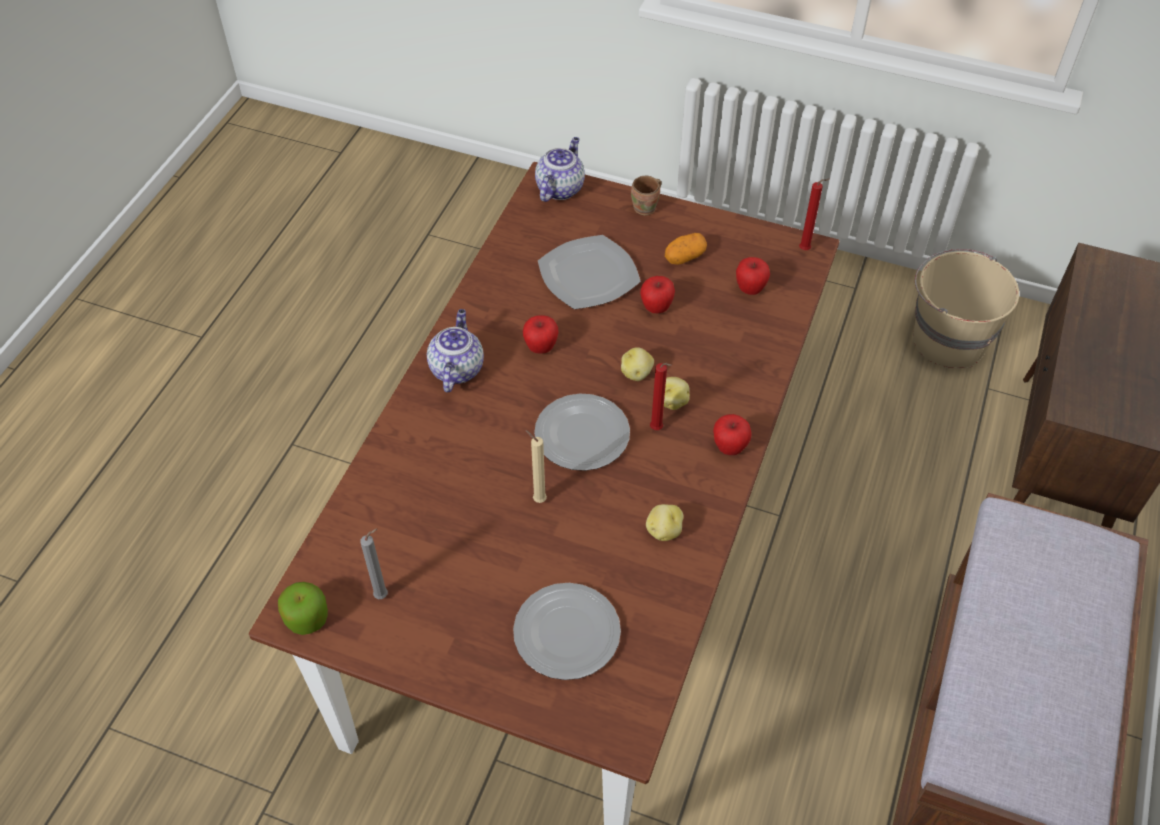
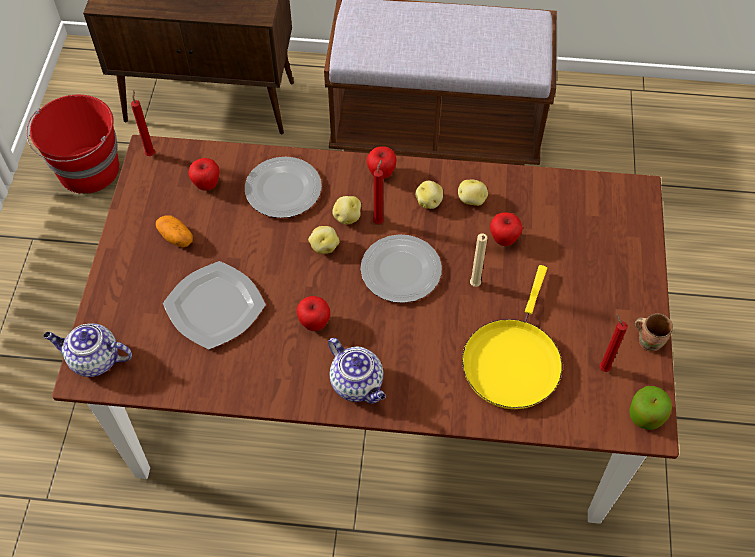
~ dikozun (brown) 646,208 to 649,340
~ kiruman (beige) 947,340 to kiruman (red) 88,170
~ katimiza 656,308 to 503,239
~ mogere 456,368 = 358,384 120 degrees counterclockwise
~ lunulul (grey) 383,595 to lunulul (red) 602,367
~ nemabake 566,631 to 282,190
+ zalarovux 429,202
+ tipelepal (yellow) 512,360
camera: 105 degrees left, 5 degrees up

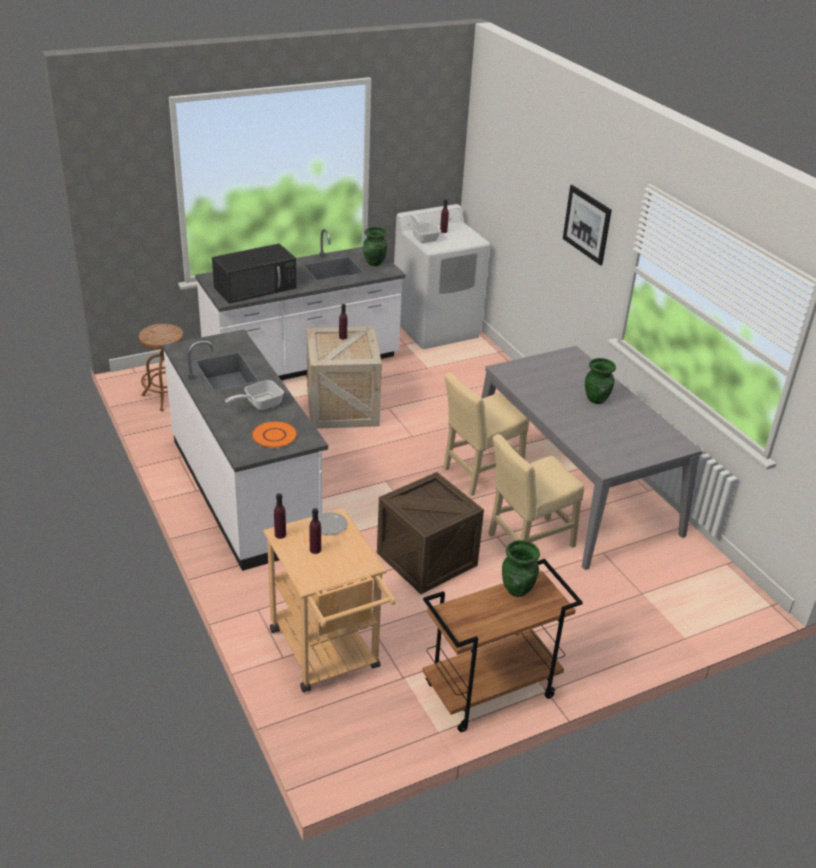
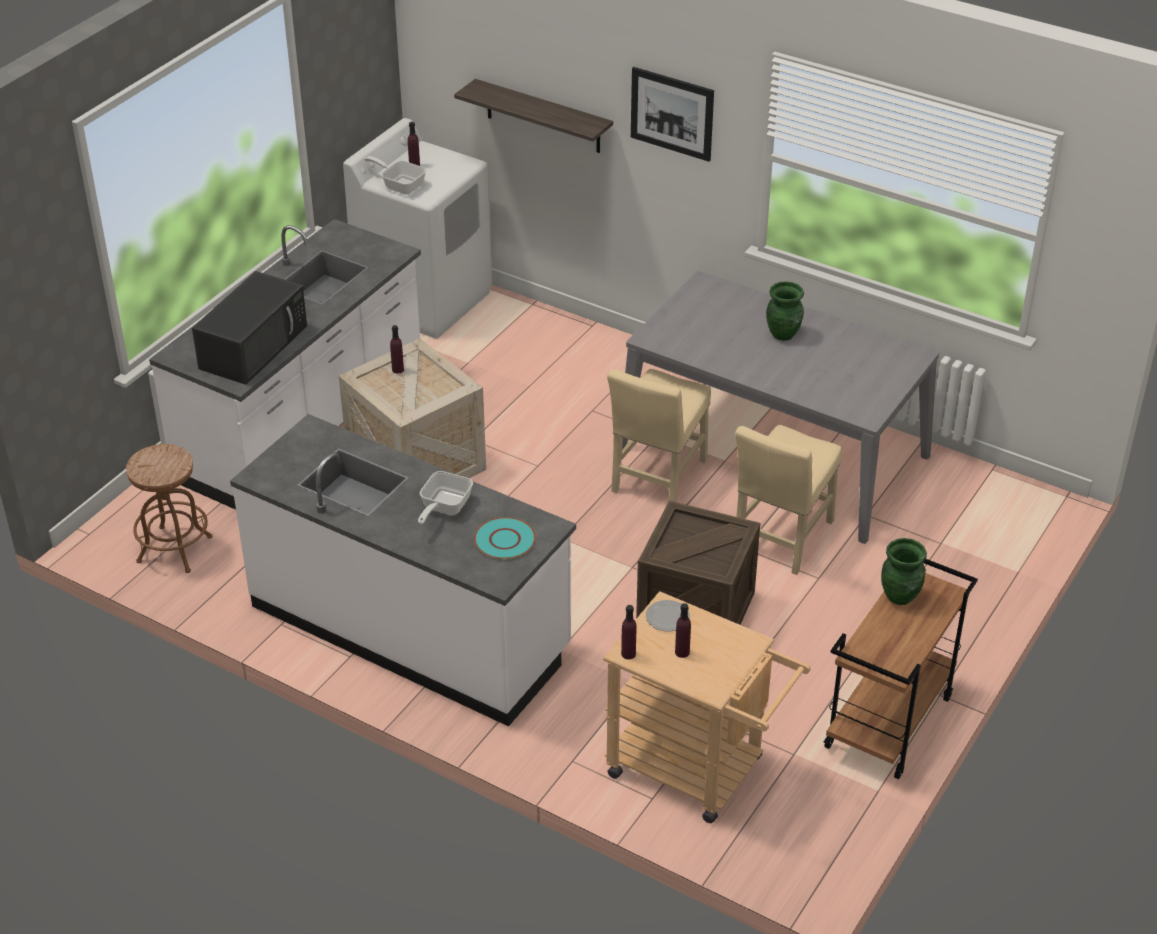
- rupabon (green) 374,263
~ nemabake (orange) 274,436 to nemabake (turquoise) 505,540
+ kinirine 543,117
camera: 30 degrees left, 5 degrees up

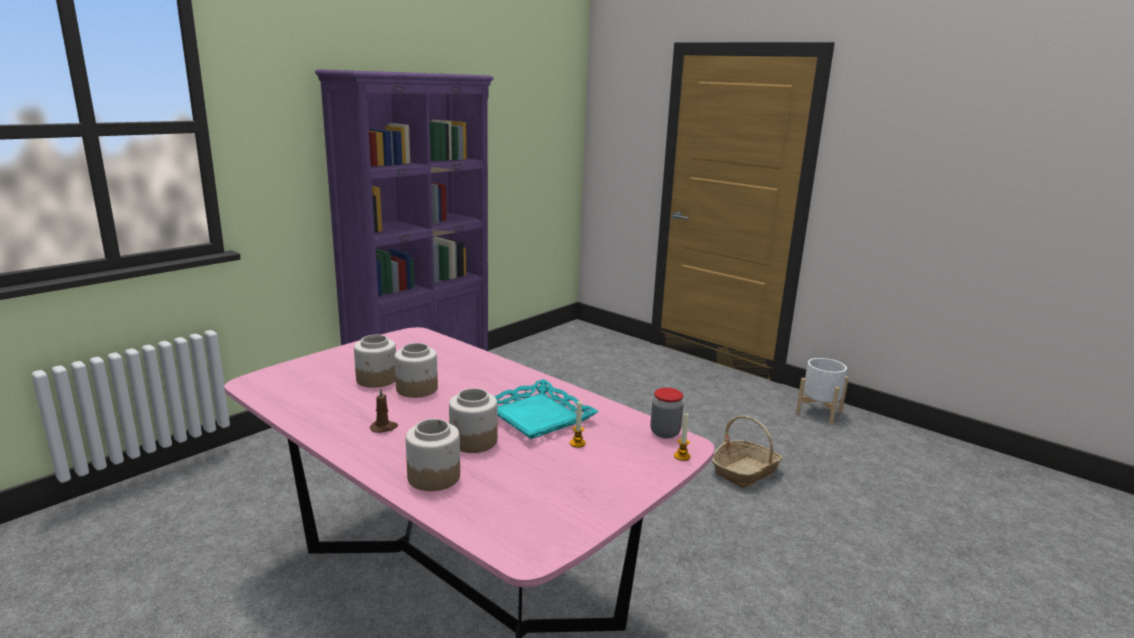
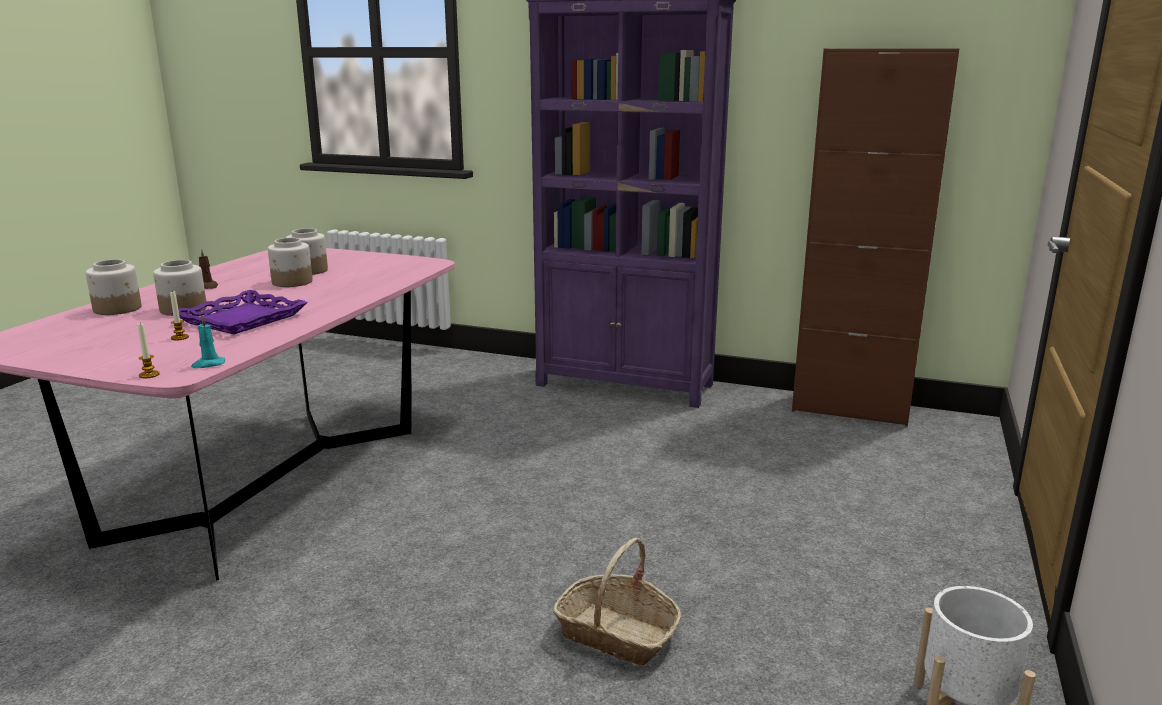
~ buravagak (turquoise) 536,416 to buravagak (purple) 241,319
~ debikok 665,433 to lunulul (turquoise) 208,364
+ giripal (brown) 850,409
camera: 70 degrees right, 0 degrees up

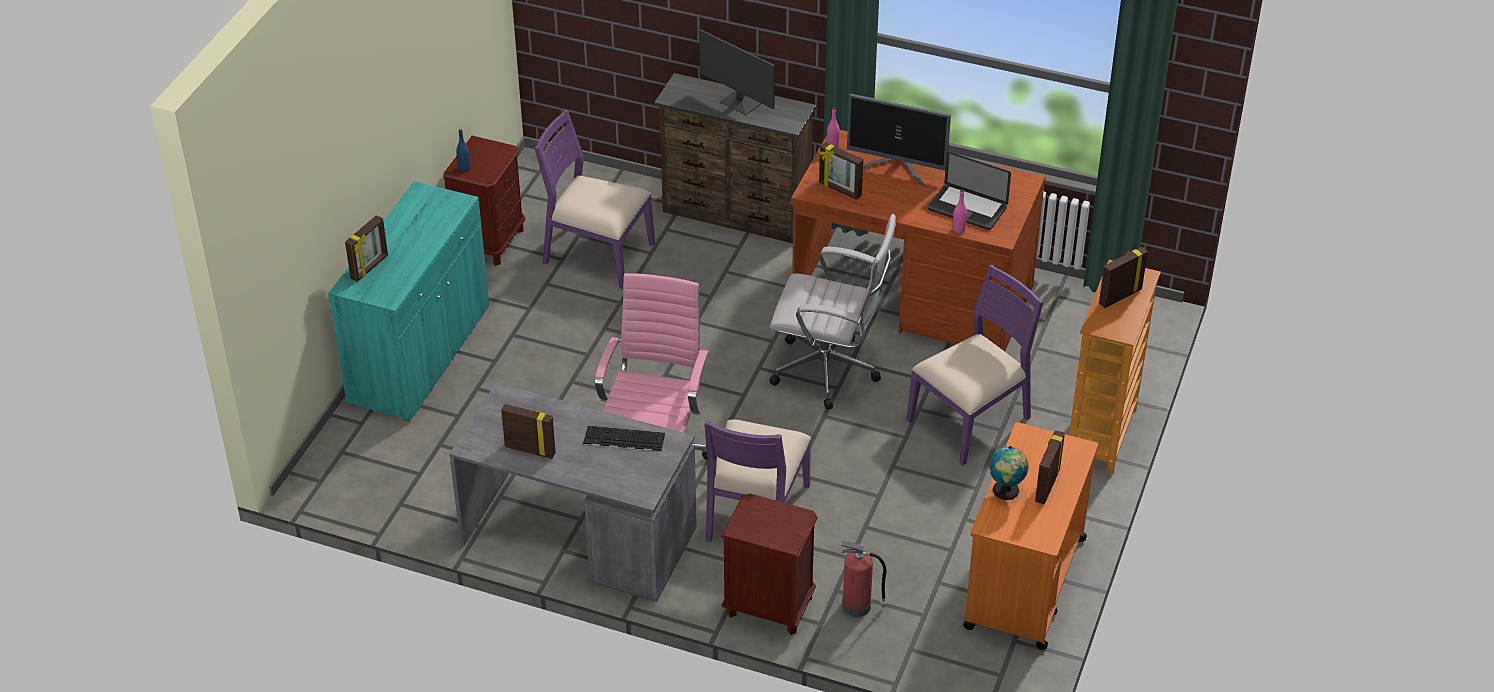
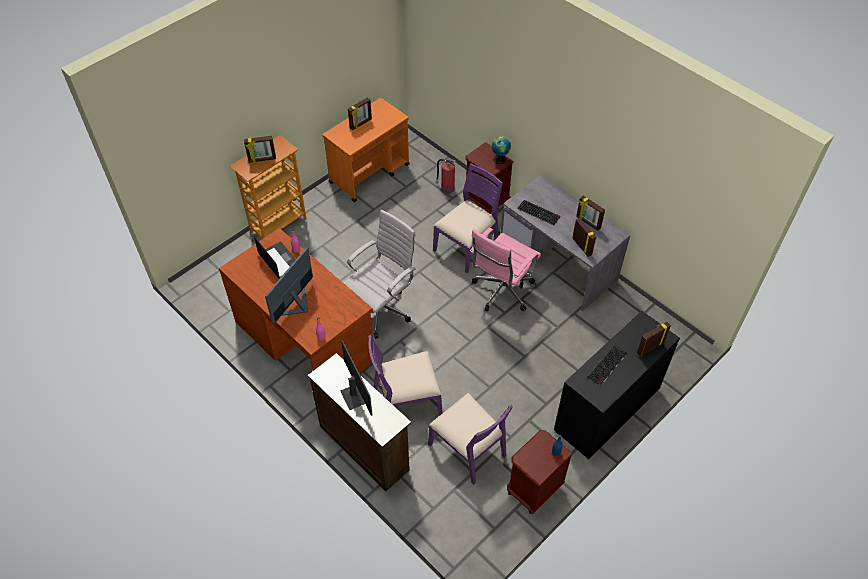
~ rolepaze 897,168 = 296,305 105 degrees counterclockwise
~ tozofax 839,190 to 582,246
~ giripal (turquoise) 420,355 to giripal (black) 607,409
~ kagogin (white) 830,372 = 382,309 90 degrees clockwise
~ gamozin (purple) 971,420 to 406,400
~ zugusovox 1006,492 to 500,158
+ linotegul 607,366
camera: 155 degrees left, 10 degrees up

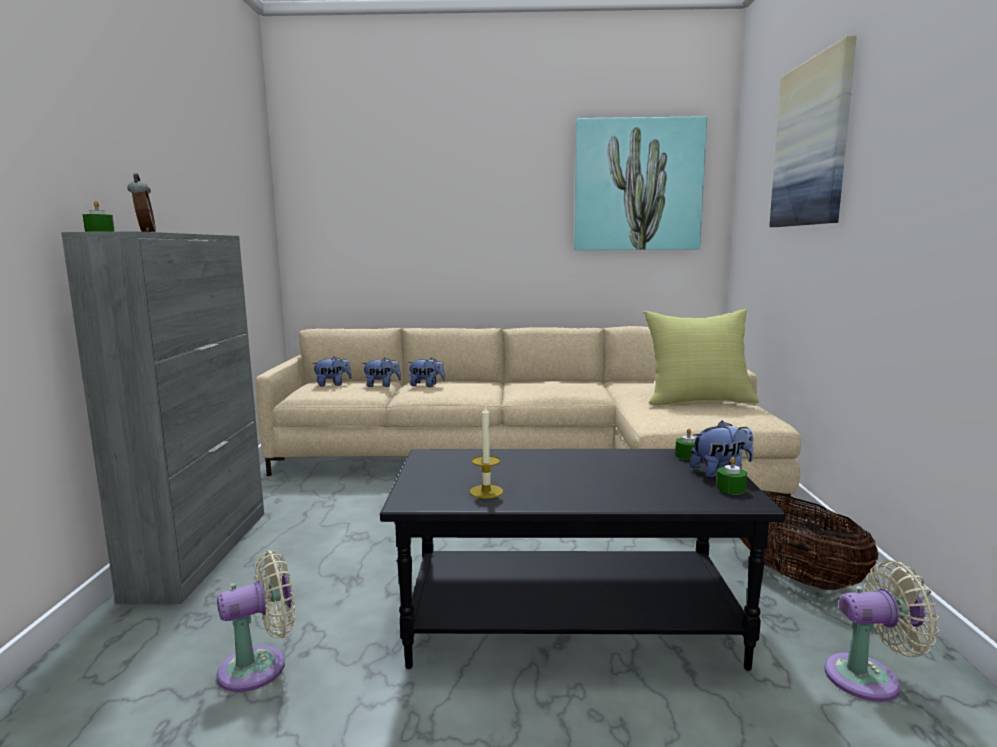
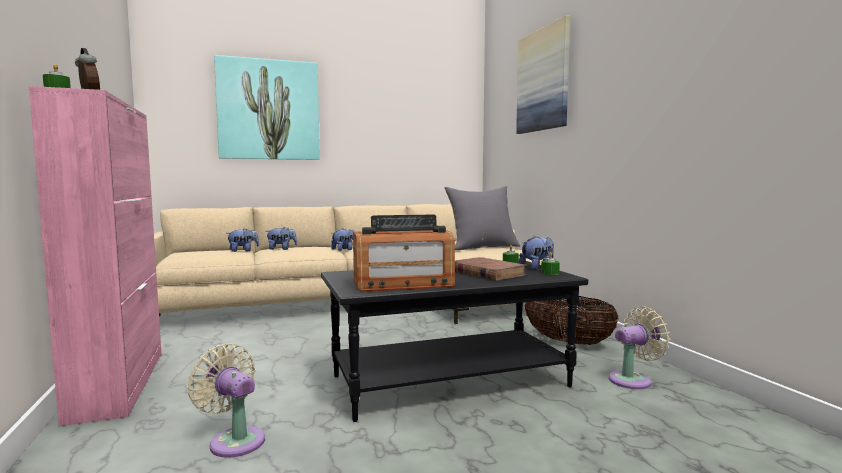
~ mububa 637,185 to 269,110
~ giripal (grey) 201,552 to giripal (pink) 119,383
~ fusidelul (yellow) 698,400 to fusidelul (grey) 482,247
~ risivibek 333,384 to 344,250
~ lunulul 486,491 to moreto 403,284
~ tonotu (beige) 260,667 = 234,440 90 degrees counterclockwise
+ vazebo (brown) 487,273
camera: 20 degrees left, 5 degrees down

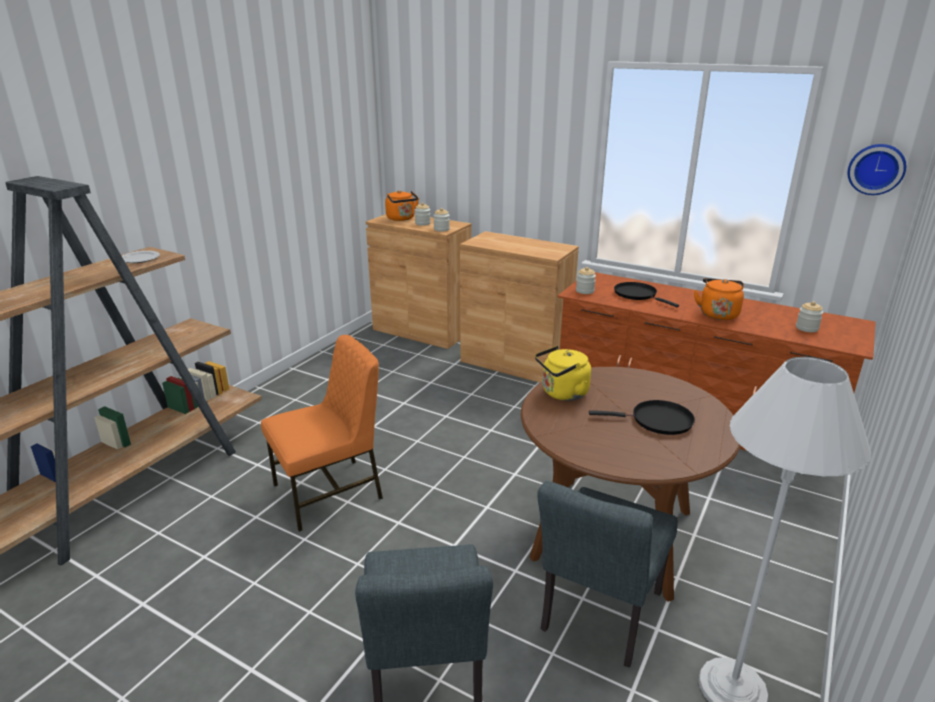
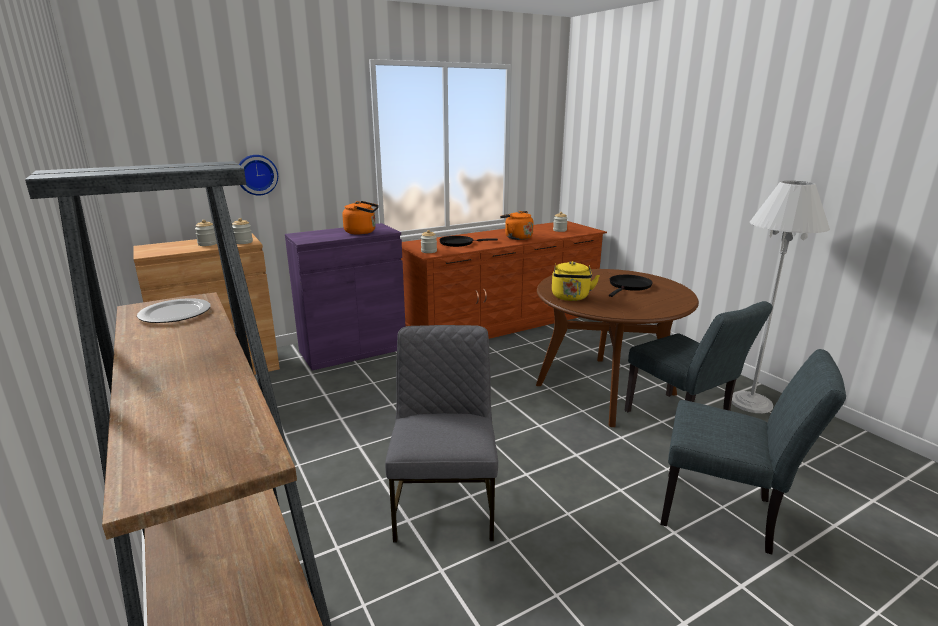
~ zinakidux 876,169 to 256,174
~ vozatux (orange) 401,219 to 362,232
~ giripal (brown) 514,363 to giripal (purple) 353,350
~ gamozin (orange) 330,492 to gamozin (grey) 445,503
camera: 60 degrees left, 5 degrees down

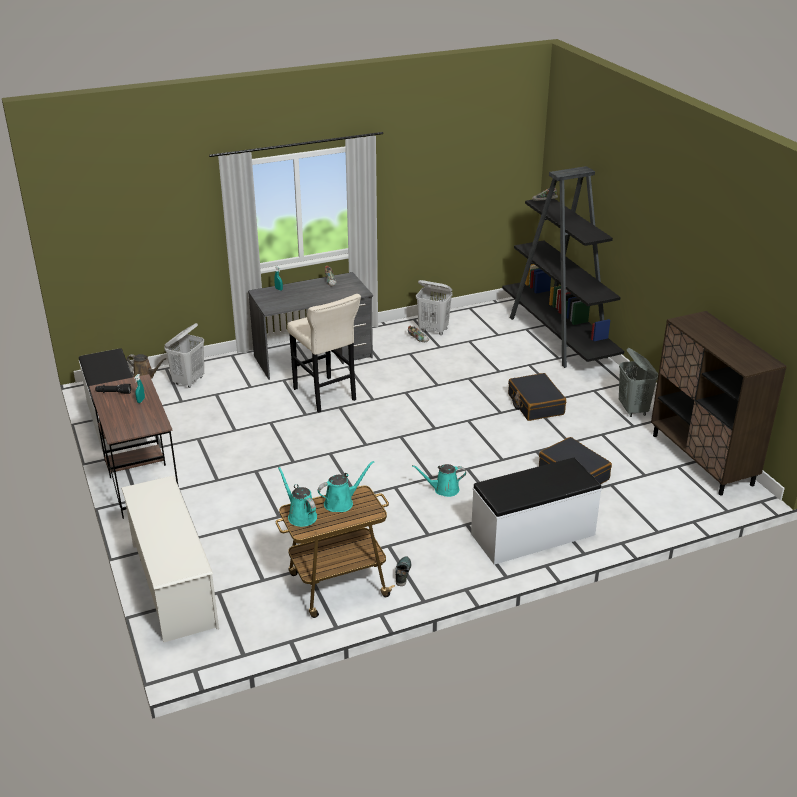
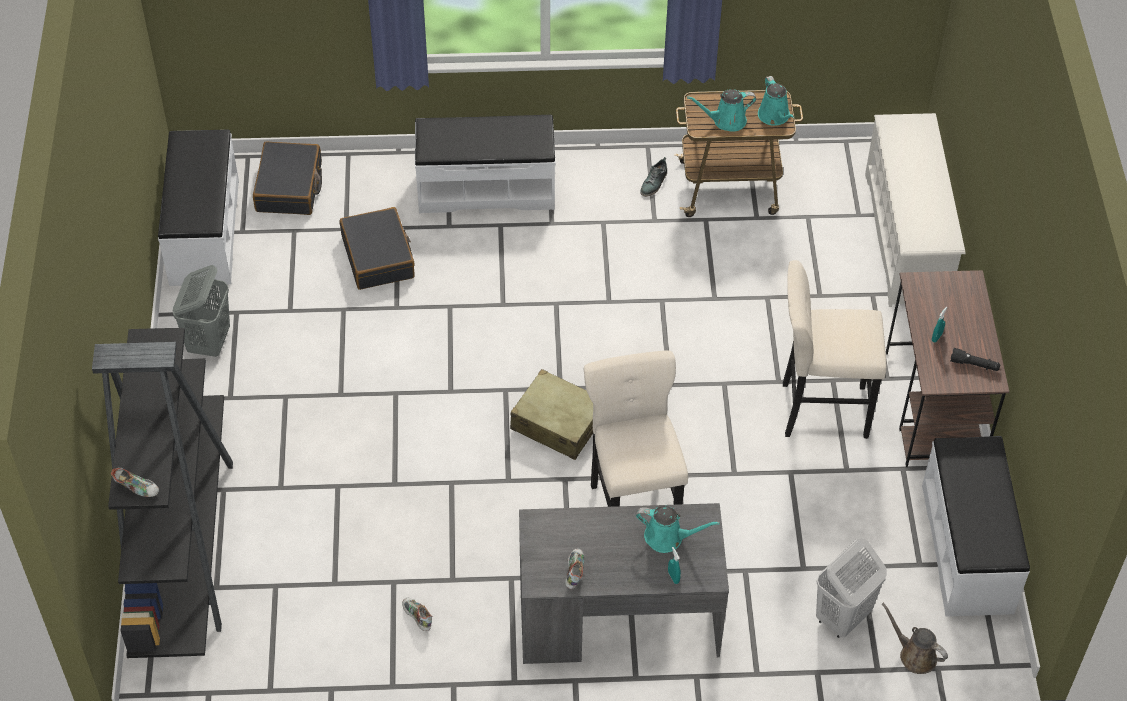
- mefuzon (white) 433,330
~ giripal (brown) 702,459 to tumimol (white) 203,232
~ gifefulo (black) 535,404 to 289,187
~ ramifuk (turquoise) 443,489 to 668,537
+ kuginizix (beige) 819,410
+ gifefulo (beige) 557,423
camera: 160 degrees left, 20 degrees up

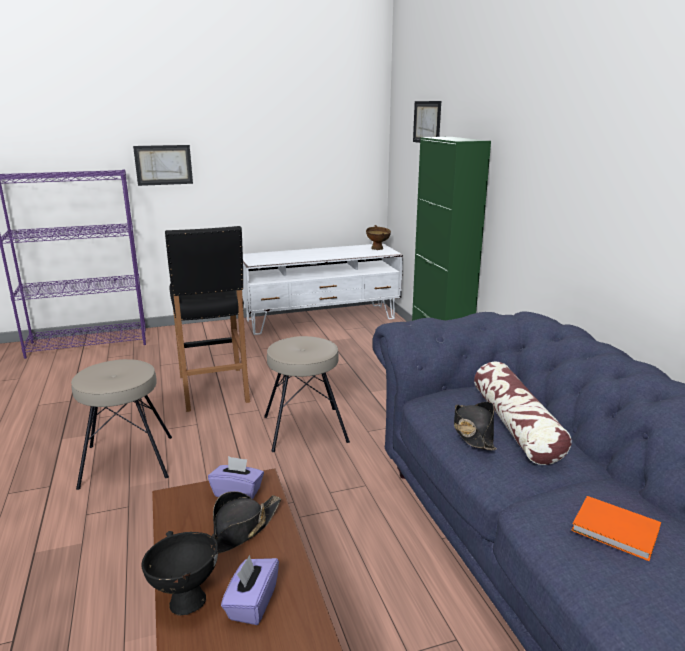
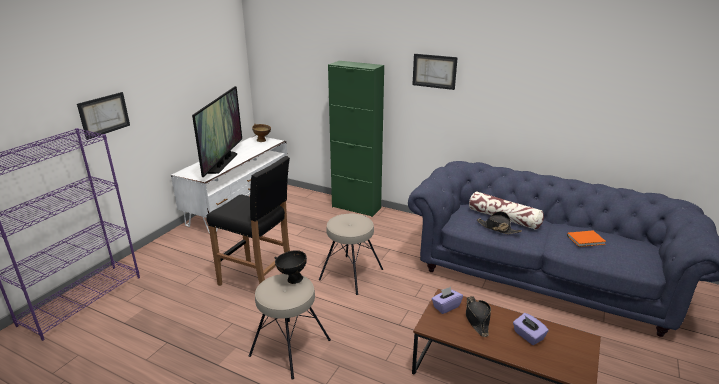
~ mububa 427,122 to 434,71
~ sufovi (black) 185,597 to 291,279
+ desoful 223,163
camera: 45 degrees left, 5 degrees up

